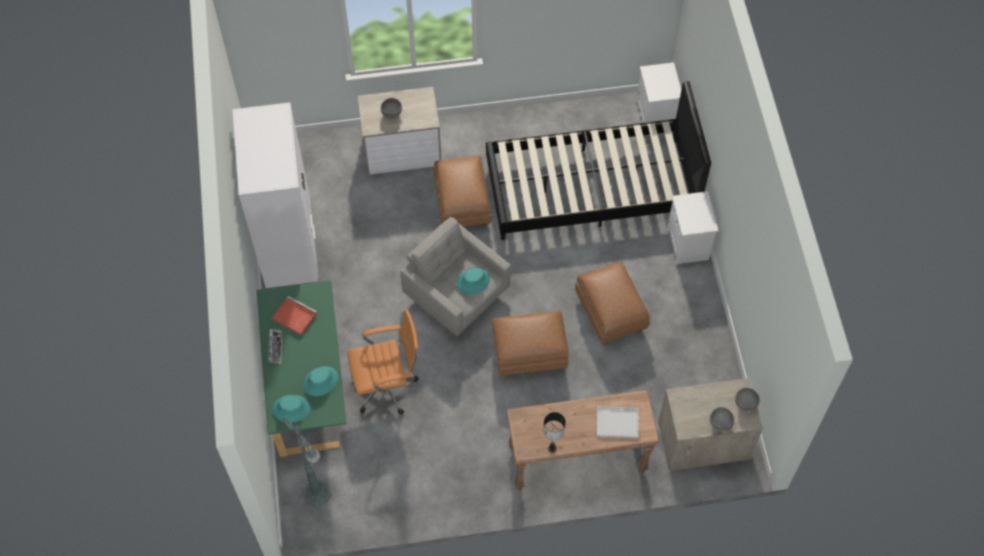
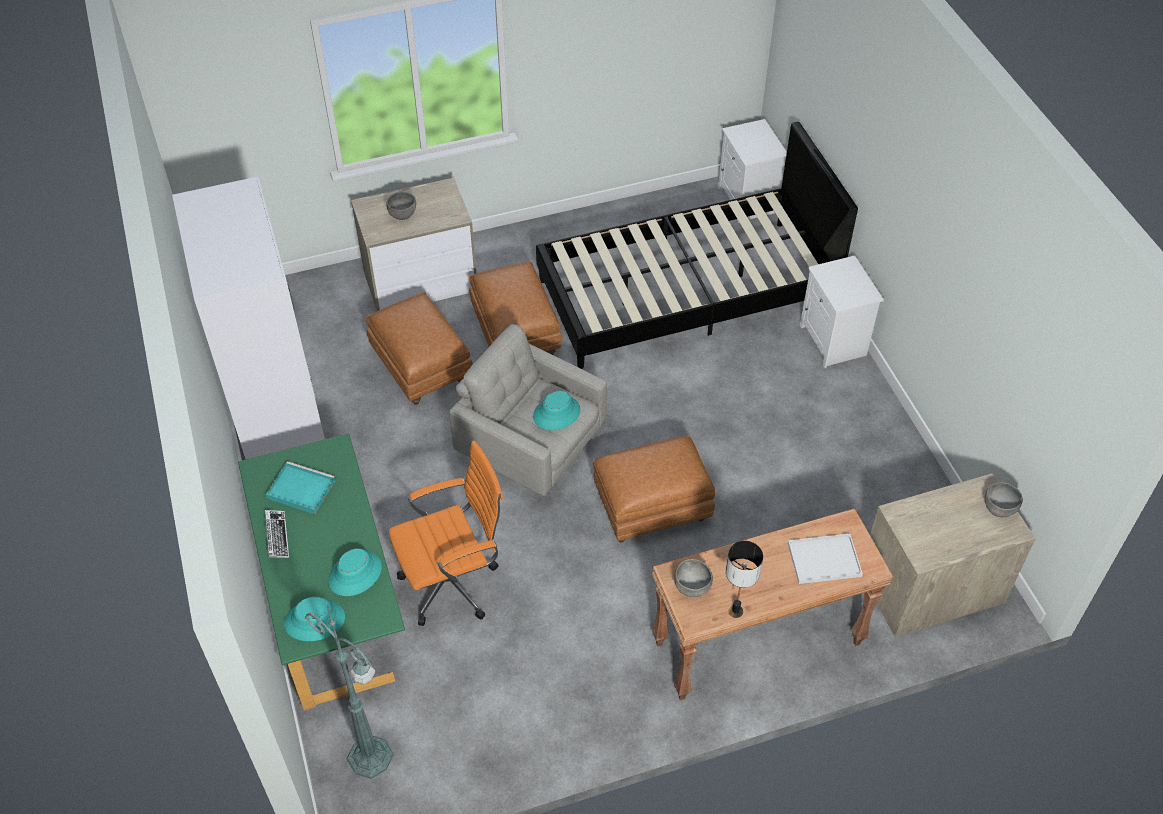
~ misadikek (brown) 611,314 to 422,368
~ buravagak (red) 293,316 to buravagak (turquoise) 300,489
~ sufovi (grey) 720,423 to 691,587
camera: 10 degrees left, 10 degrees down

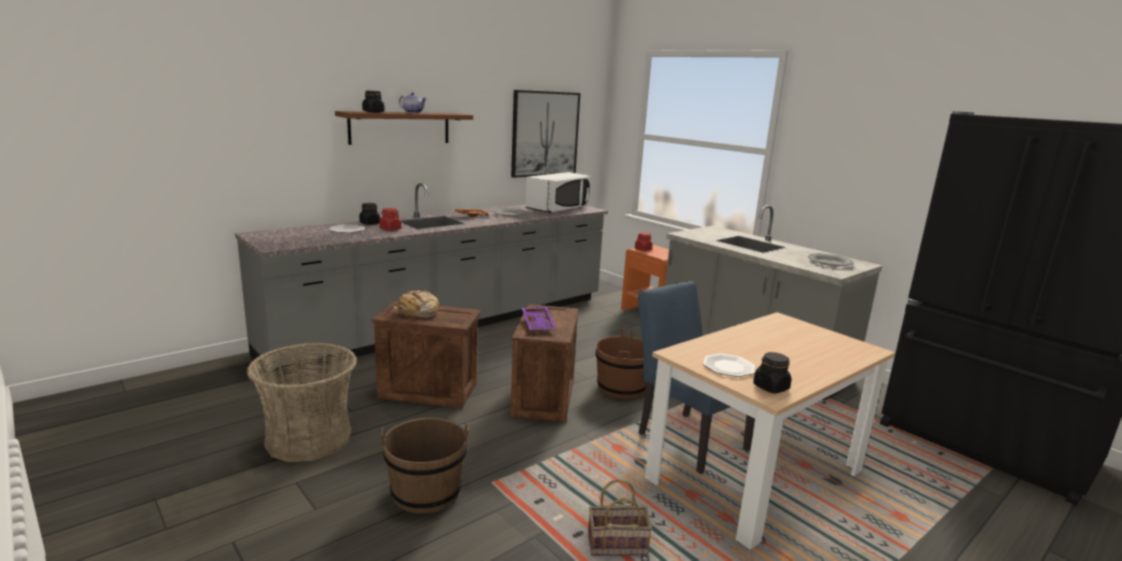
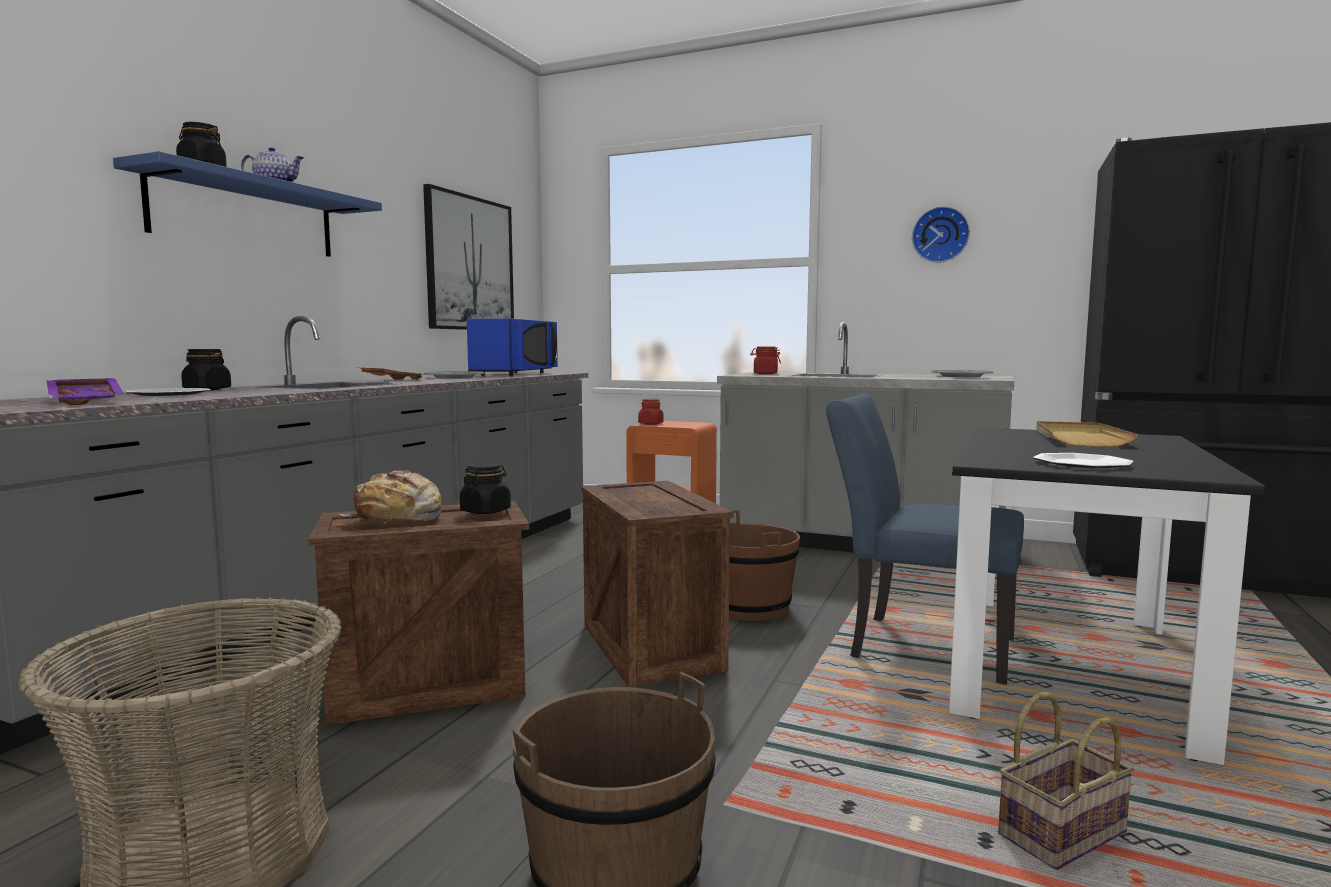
~ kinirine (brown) 400,128 to kinirine (blue) 246,216
~ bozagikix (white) 559,209 to bozagikix (blue) 517,374
~ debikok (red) 390,229 to 765,374
~ buravagak (purple) 539,324 to 88,402
~ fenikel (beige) 755,475 to fenikel (black) 1067,666
~ debikok (black) 771,387 to 485,511
+ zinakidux 940,235
+ buravagak (beige) 1079,438
camera: 25 degrees left, 10 degrees down

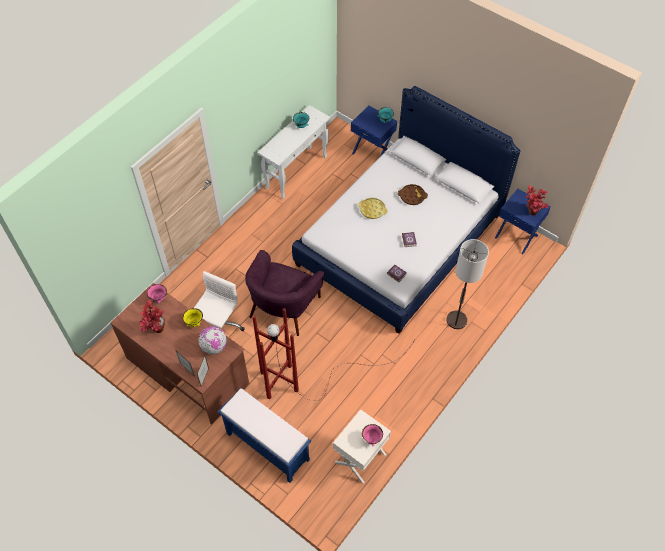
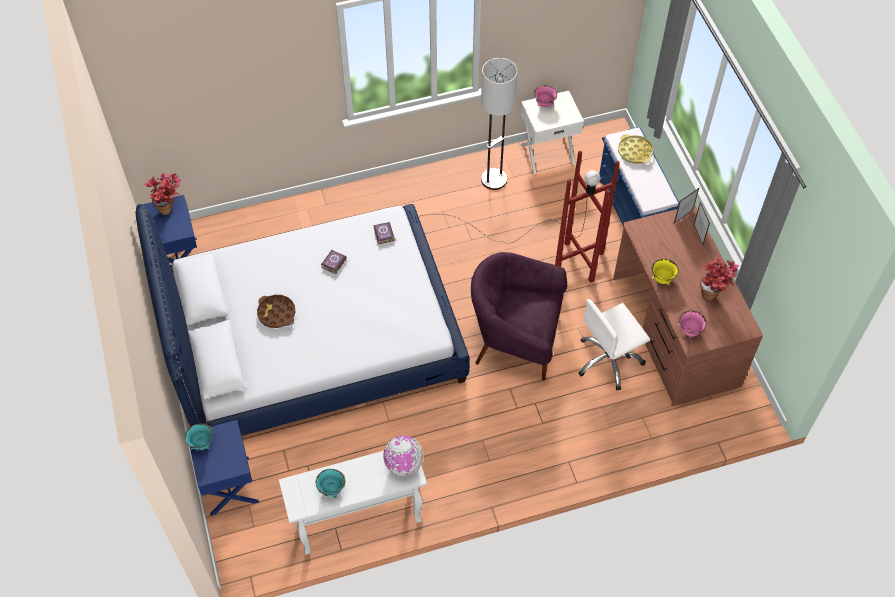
~ buravagak (yellow) 372,210 to 635,151
~ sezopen 456,320 to 494,179
~ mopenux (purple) 284,307 = 516,339 135 degrees counterclockwise
~ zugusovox 214,346 to 403,464
camera: 145 degrees left, 0 degrees up

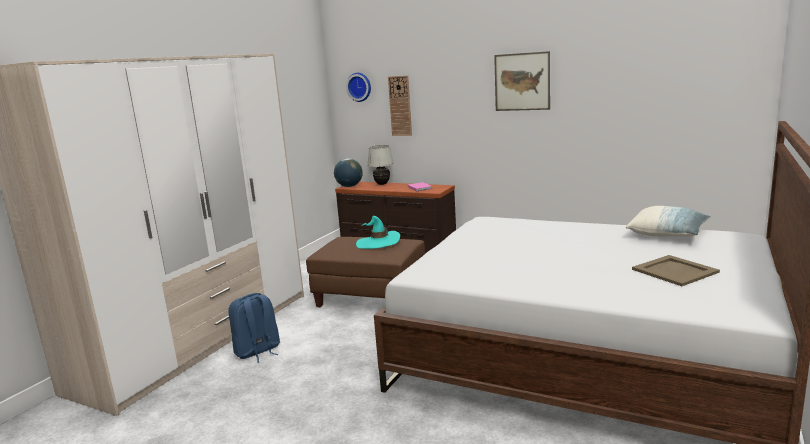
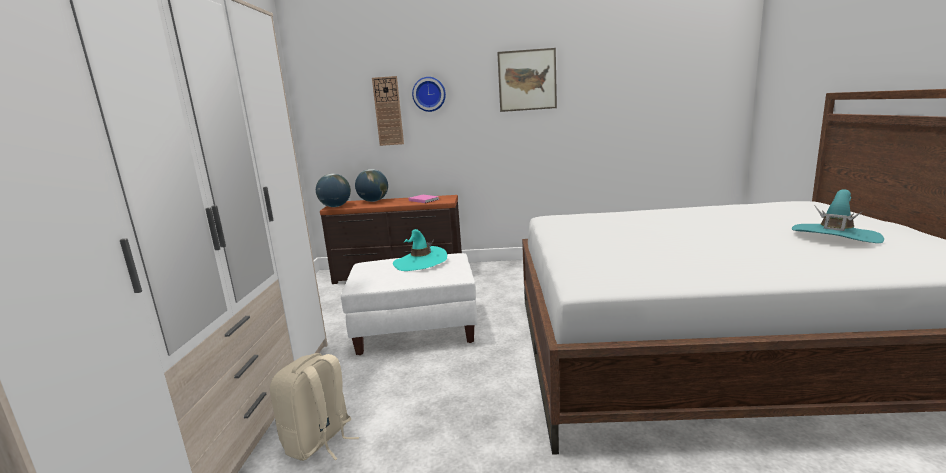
~ zinakidux 359,87 to 429,94
~ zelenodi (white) 382,184 to zugusovox 373,201
- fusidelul 667,234
~ misadikek (brown) 371,297 to misadikek (white) 416,329
~ buravagak (beige) 674,270 to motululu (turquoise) 835,236
~ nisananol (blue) 257,351 to nisananol (beige) 319,441
camera: 25 degrees left, 0 degrees up

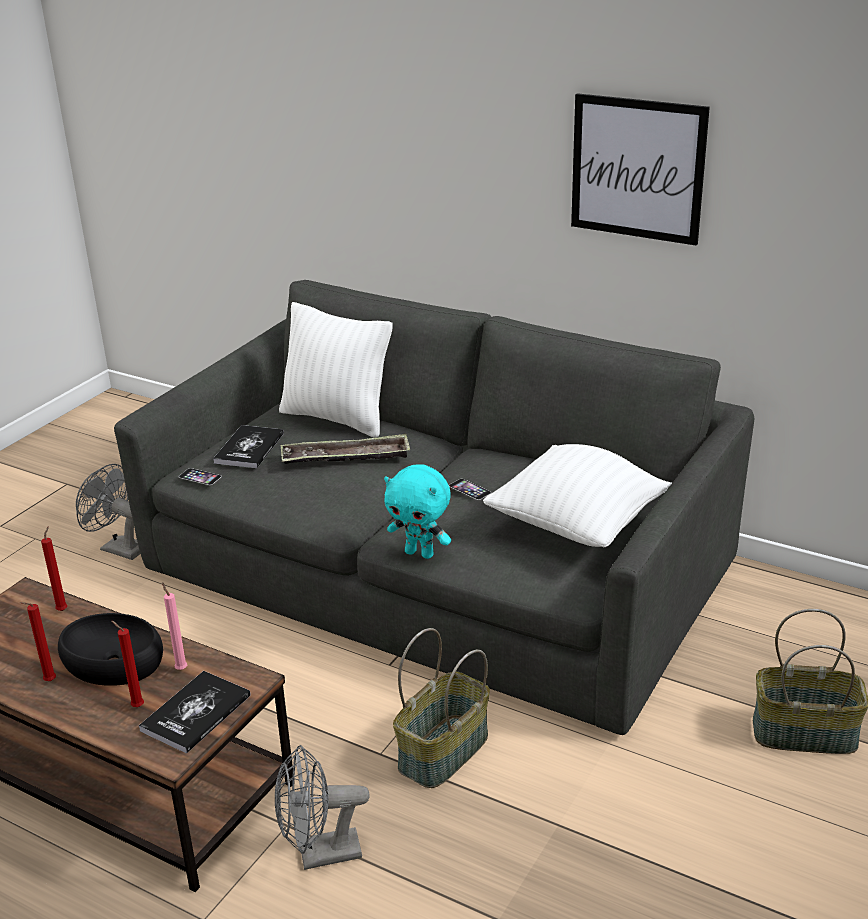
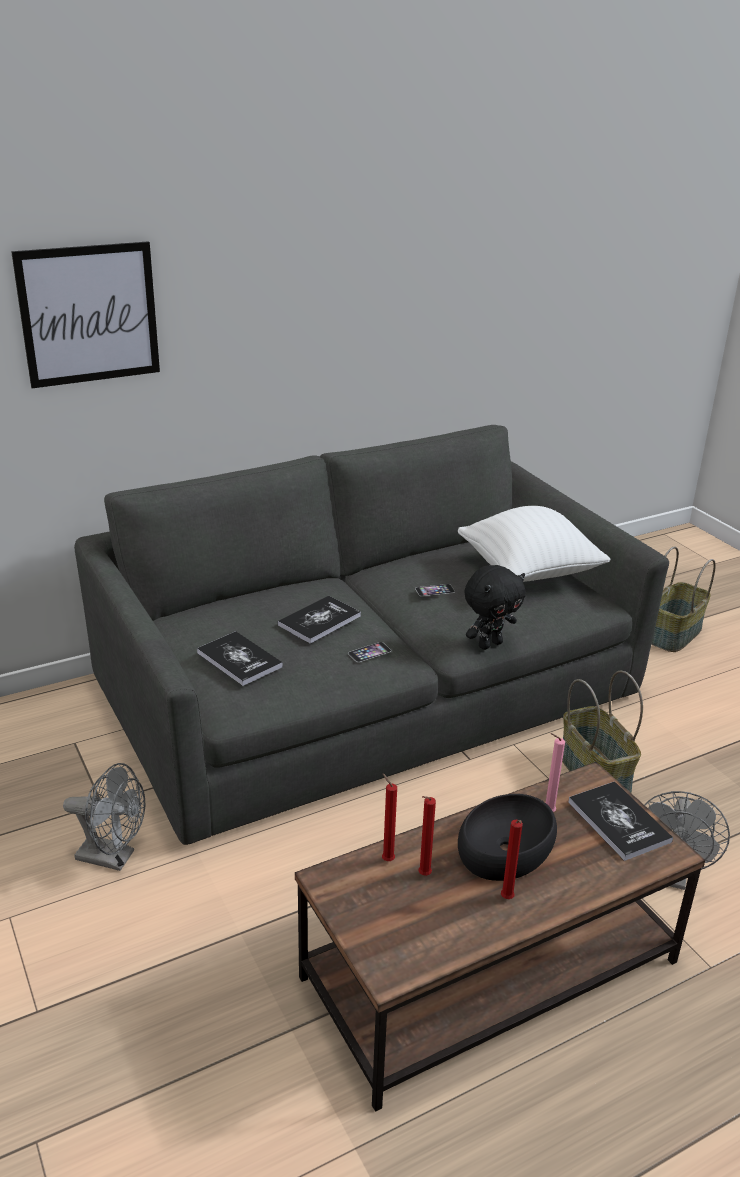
~ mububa 637,169 to 89,314
- fusidelul (white) 337,418
~ buravagak 346,457 to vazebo 319,621
~ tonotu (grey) 118,548 = 113,857 135 degrees counterclockwise
~ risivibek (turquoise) 420,553 to risivibek (black) 489,644
~ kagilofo 200,476 to 369,652
~ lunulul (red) 136,706 to 422,875
camera: 60 degrees left, 0 degrees up

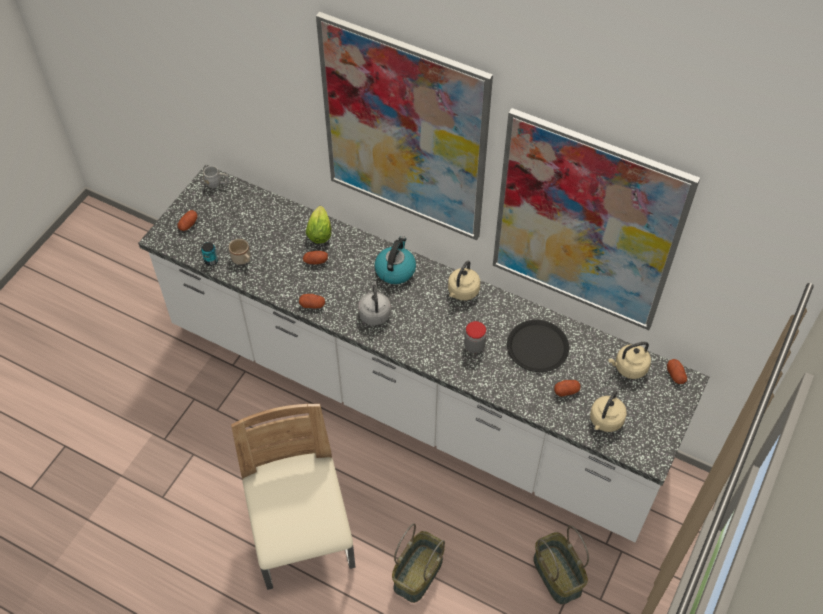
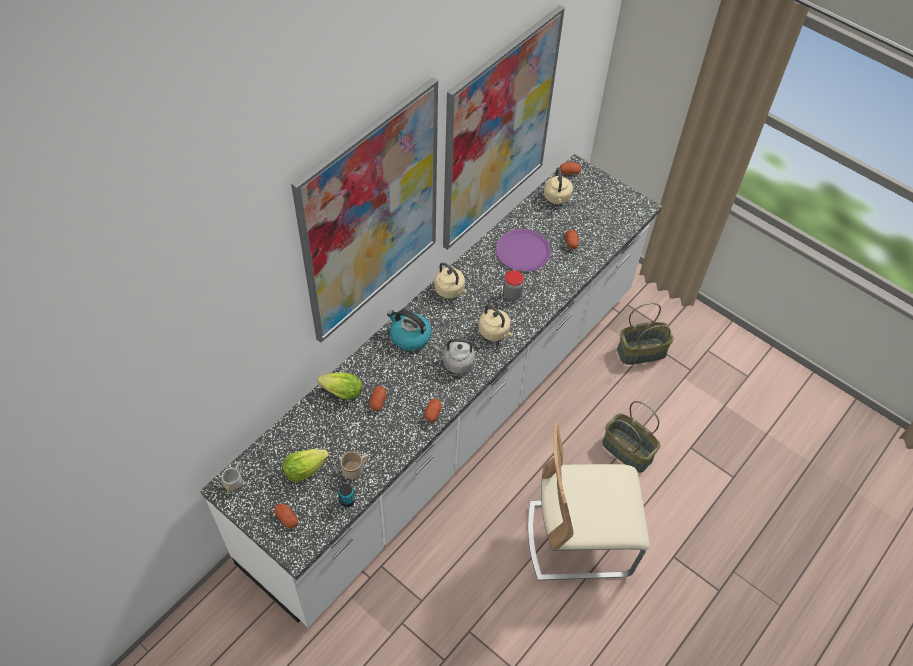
~ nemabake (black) 537,347 to nemabake (purple) 523,251
~ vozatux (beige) 605,421 to 495,332
+ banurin 307,468
camera: 80 degrees left, 0 degrees up

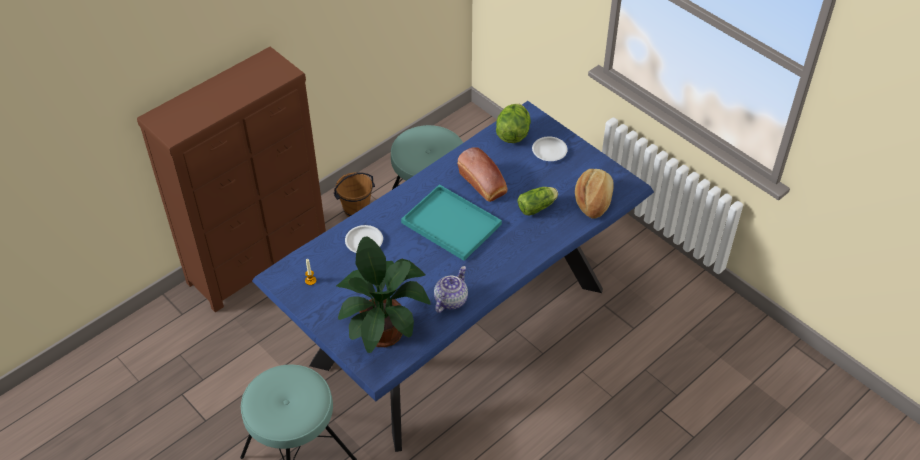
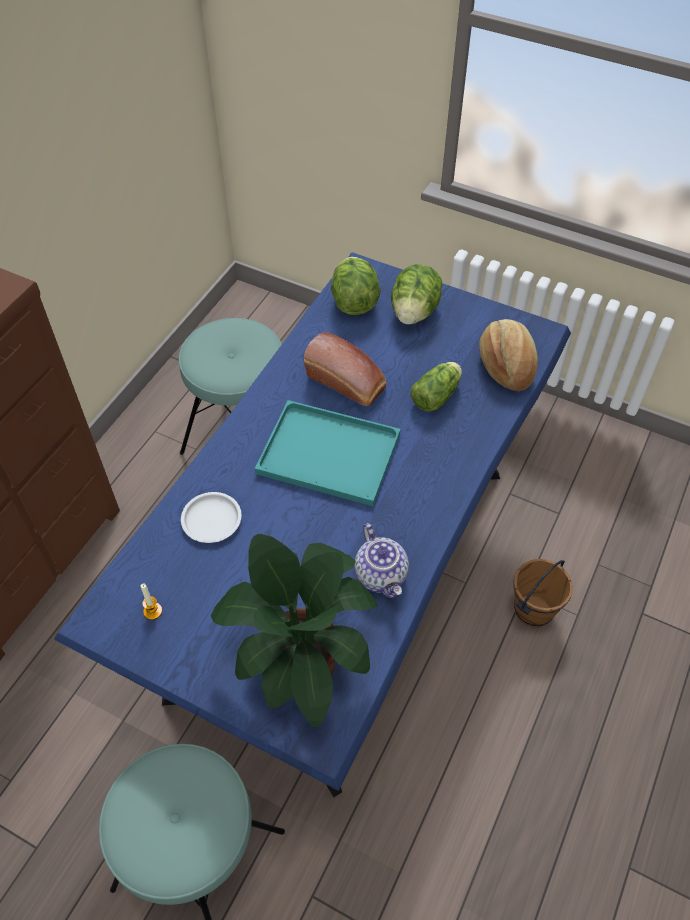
~ nemabake (white) 549,151 to banurin 414,312
~ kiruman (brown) 356,210 to 533,611
~ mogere 450,300 = 382,575 150 degrees clockwise
camera: 20 degrees left, 5 degrees up

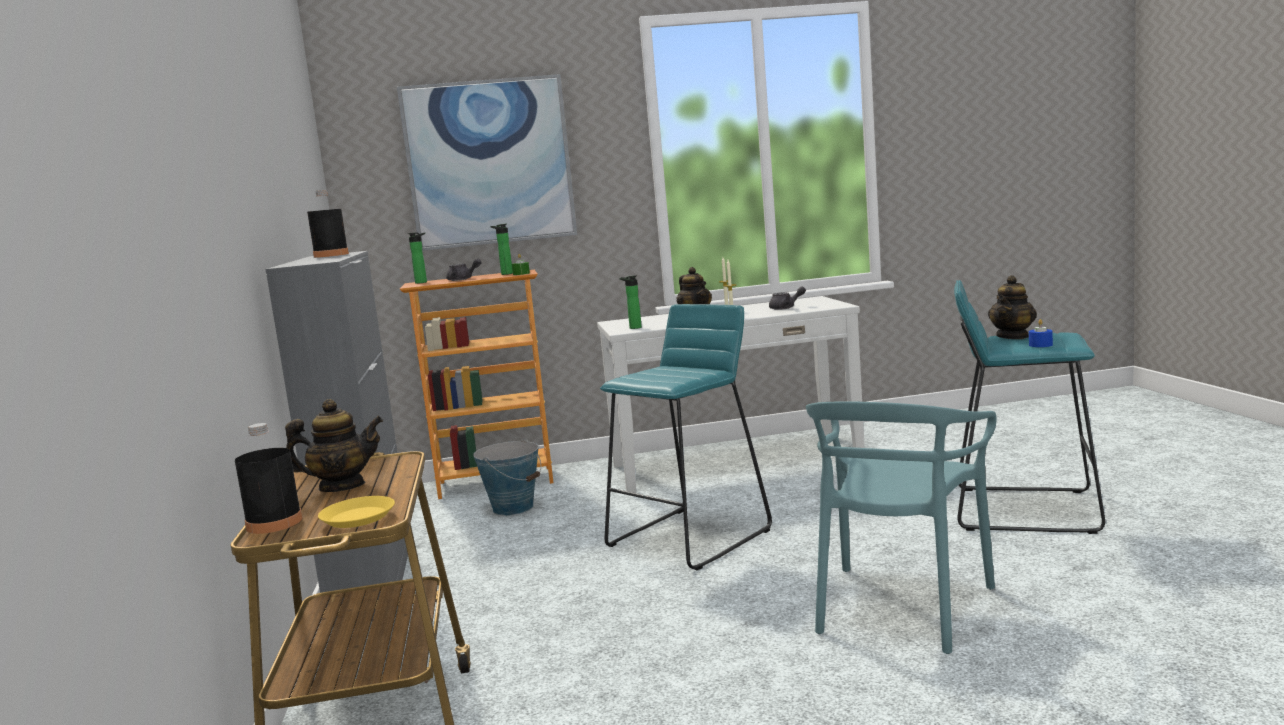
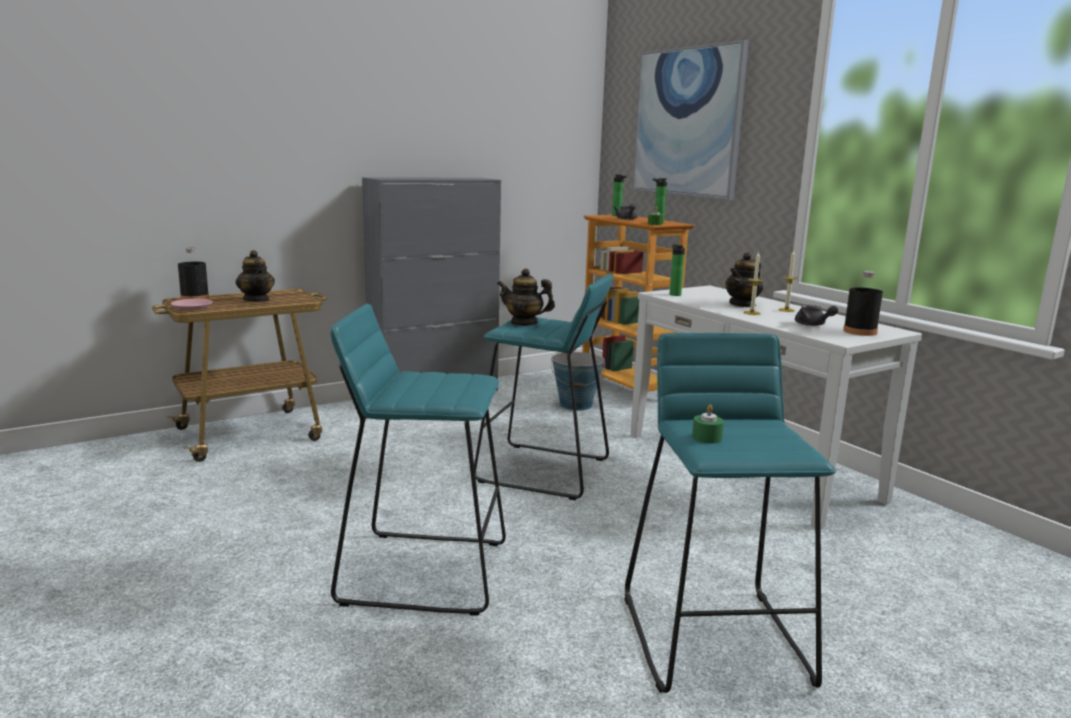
~ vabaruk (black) 331,255 to 860,332
~ mogere 1013,336 to 524,323
~ lunulul (blue) 1040,345 to lunulul (green) 706,438
~ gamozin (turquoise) 900,607 to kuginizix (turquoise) 423,571
~ nemabake (yellow) 358,517 to nemabake (pink) 192,307
camera: 65 degrees right, 5 degrees up

